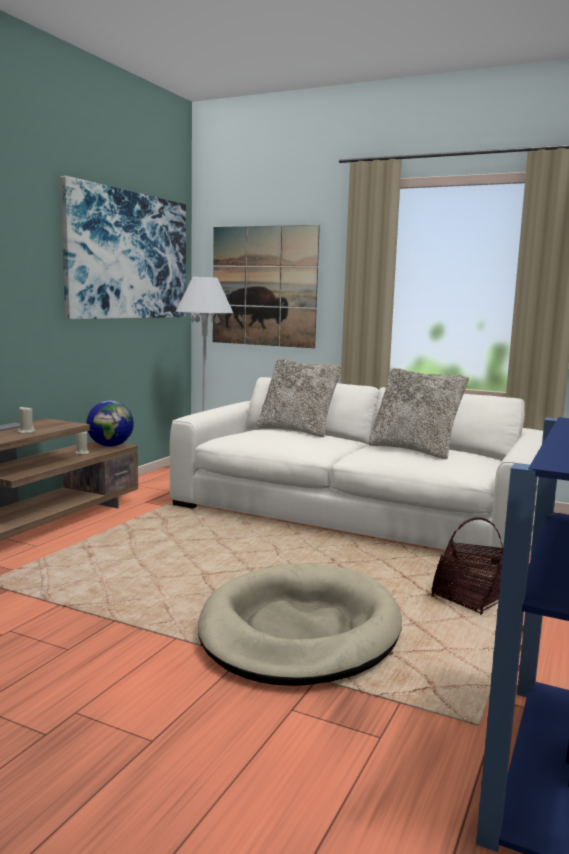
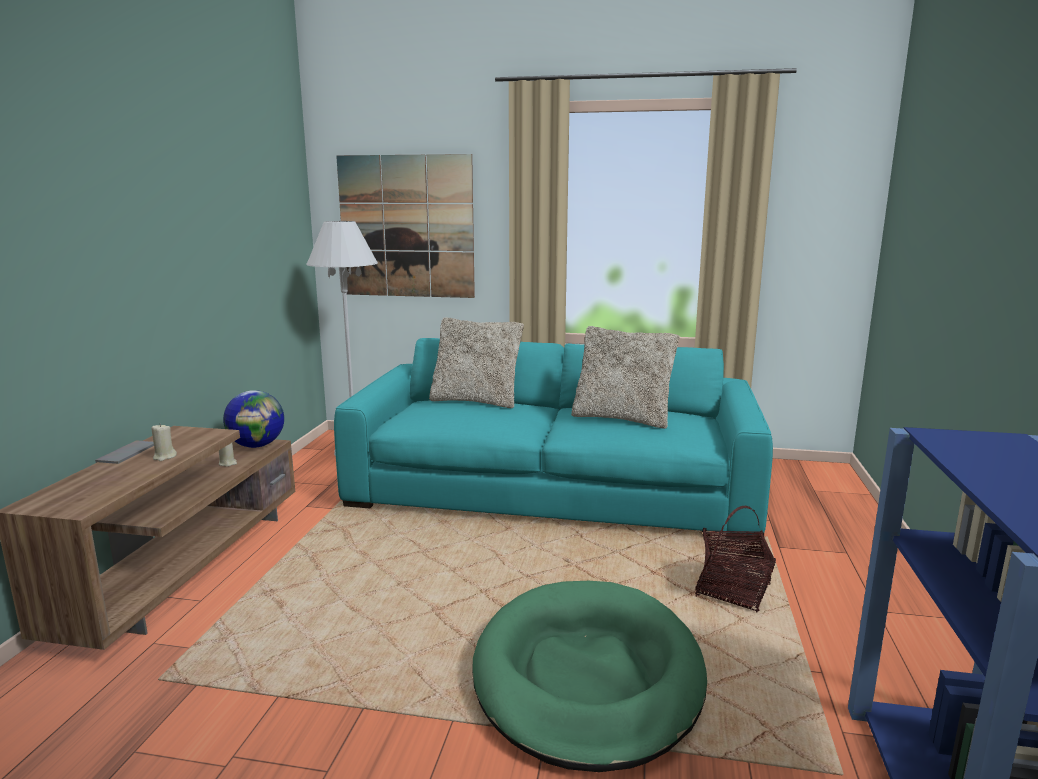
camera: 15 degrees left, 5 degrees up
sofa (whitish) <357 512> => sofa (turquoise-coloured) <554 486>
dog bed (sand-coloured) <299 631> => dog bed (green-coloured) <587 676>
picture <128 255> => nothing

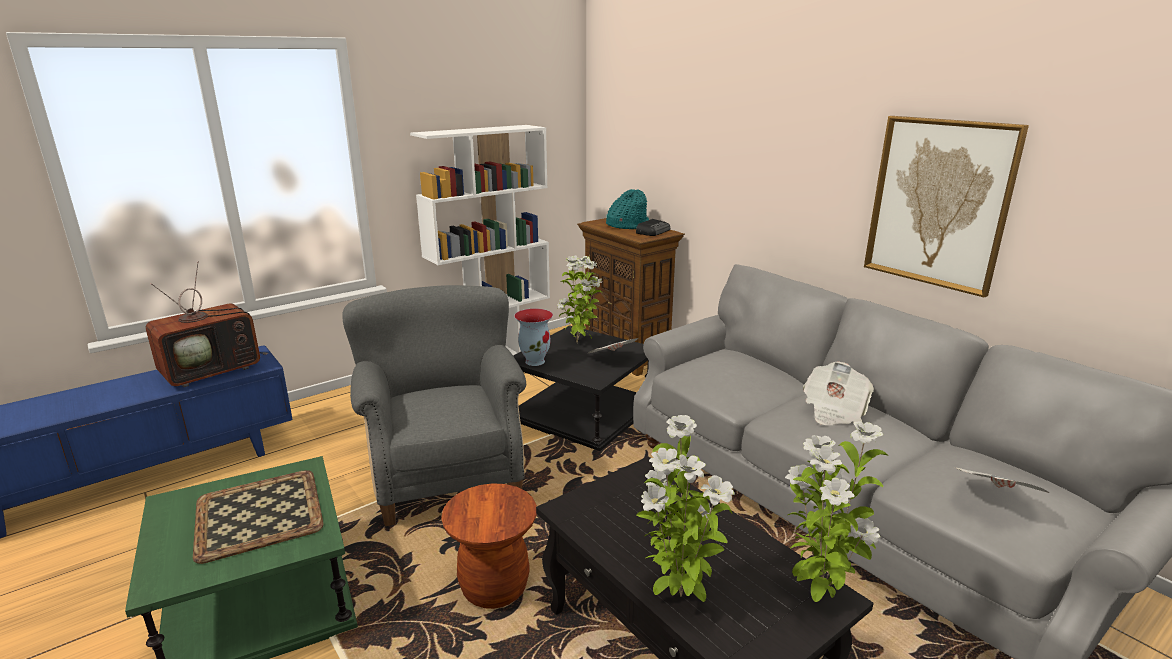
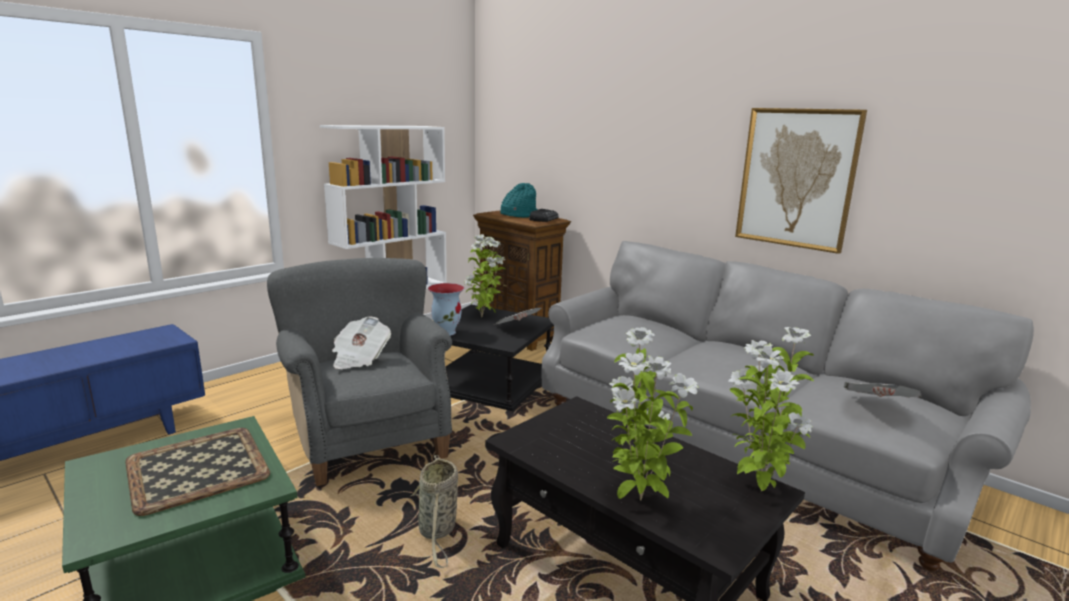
camera: 10 degrees left, 5 degrees down
printed paper <833 411> => printed paper <359 358>, move
stool (brown-coloured) <494 588> => storage basket <437 531>
TV set <213 370> => nothing

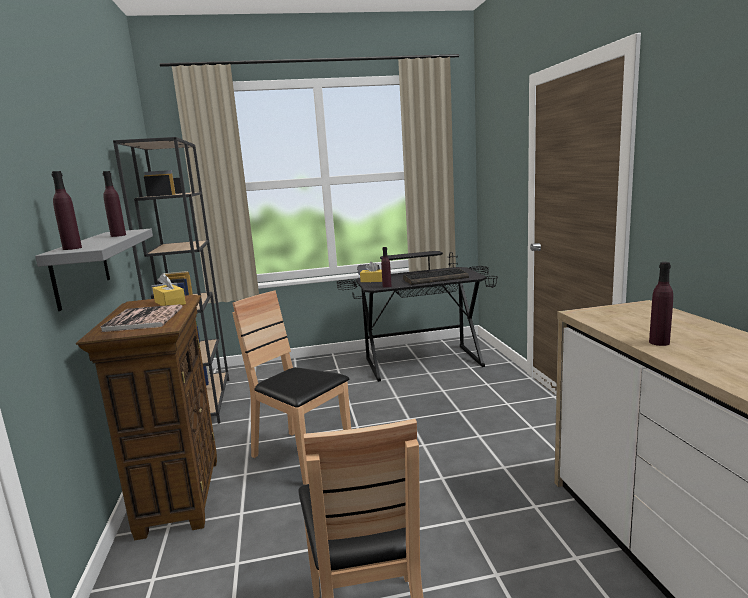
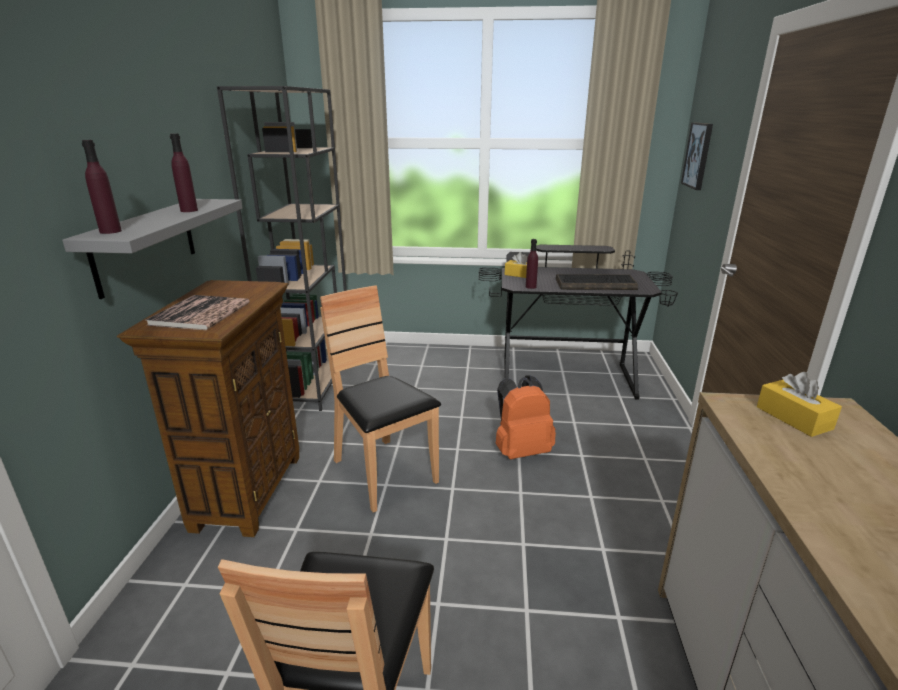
camera: 15 degrees right, 10 degrees up
nothing => rucksack (orange) <521 450>
nothing => picture <698 155>
tissue holder (yellowish) <170 303> => tissue holder (yellowish) <793 418>, move
bottle (purplish) <659 342> => nothing

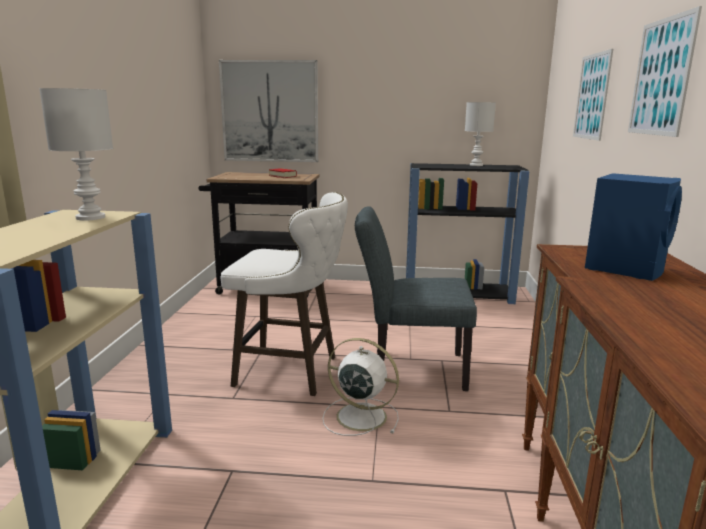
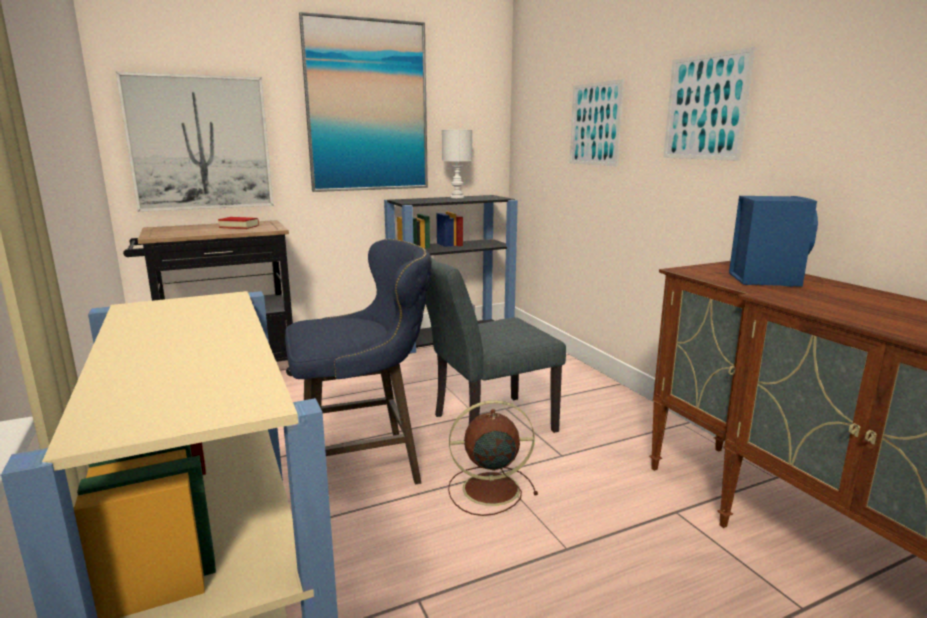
camera: 30 degrees left, 0 degrees up
stool (whitish) <291 371> => stool (blue-coloured) <366 464>
nothing => picture <367 107>
electric fan (whitish) <359 416> => electric fan (brown-coloured) <488 489>
tabletop lamp (whitish) <89 217> => nothing

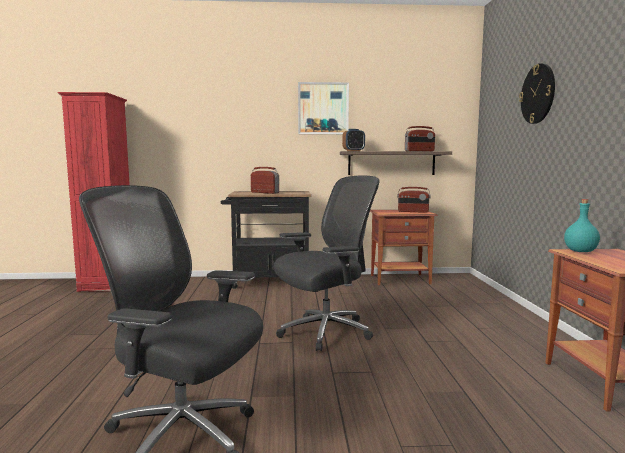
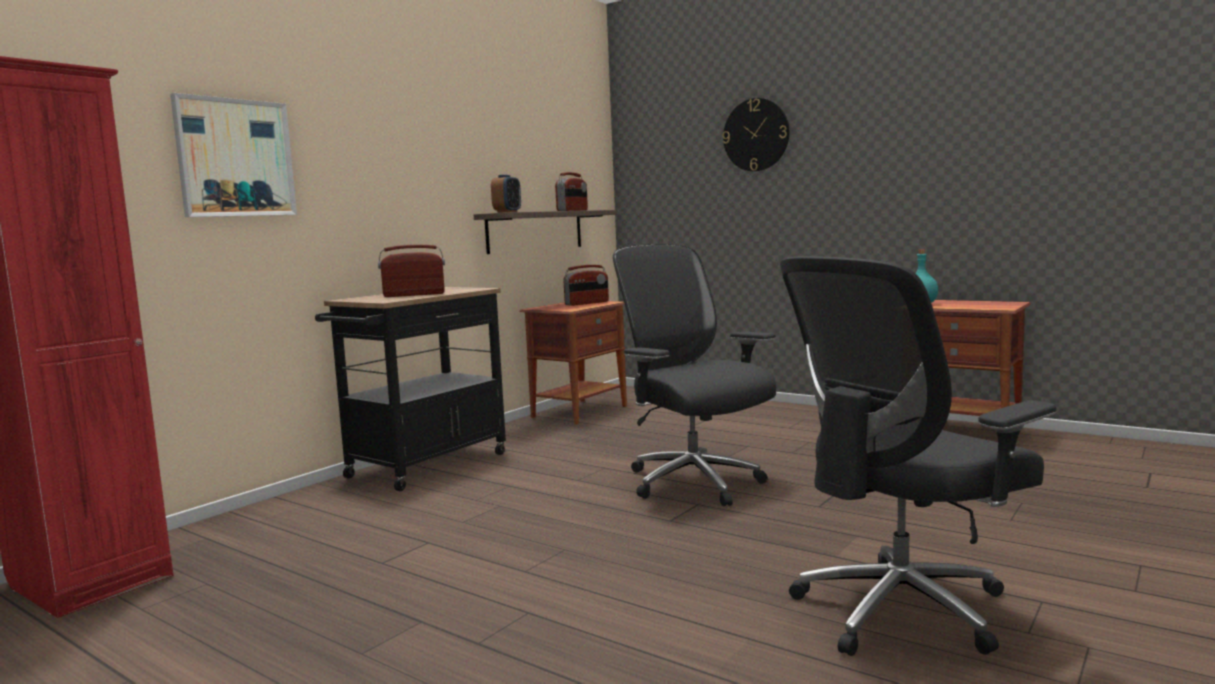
camera: 50 degrees left, 0 degrees up
picture <323 108> => picture <235 158>, move
desk chair <325 333> => desk chair <695 483>, 45 degrees counterclockwise

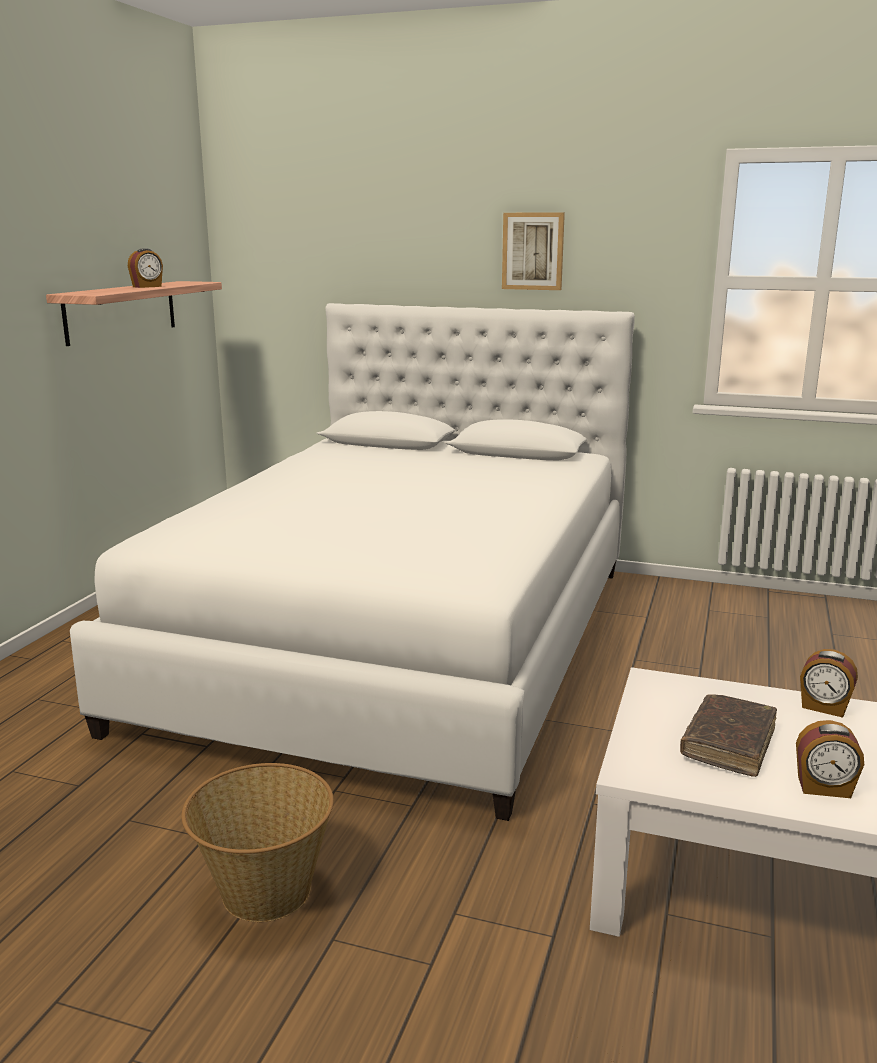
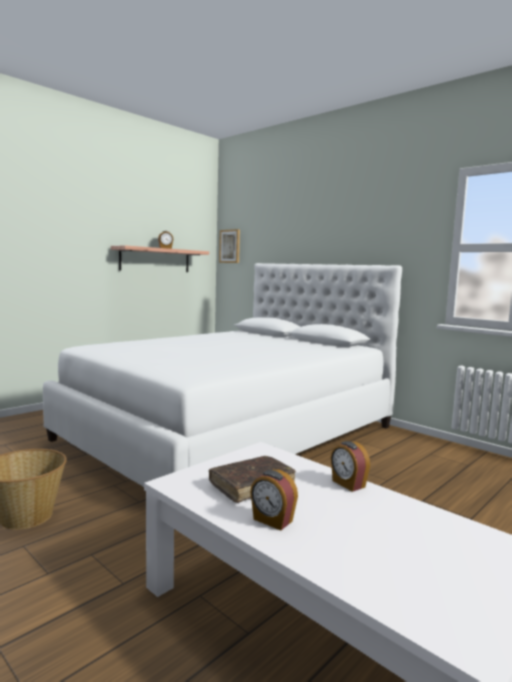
camera: 25 degrees right, 10 degrees down
picture <533 251> => picture <230 246>, move

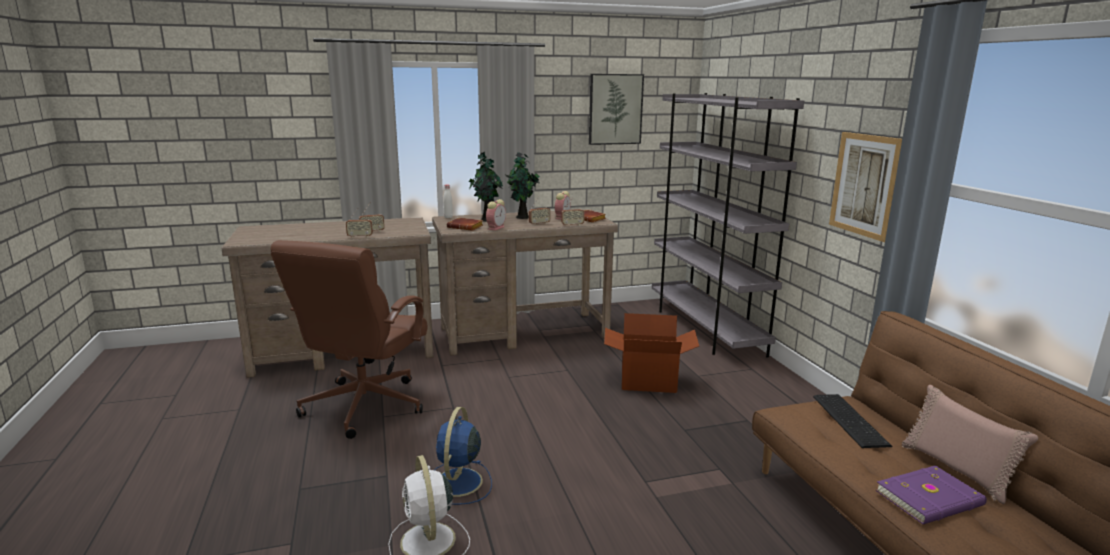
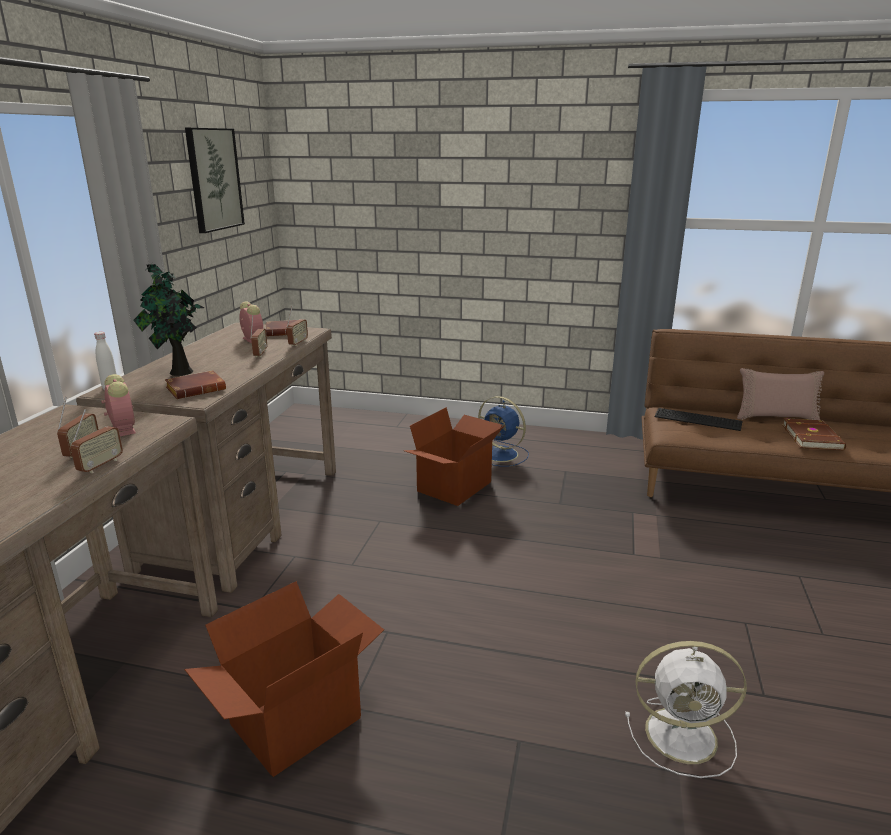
camera: 60 degrees left, 5 degrees up
table clock <496 228> => table clock <123 428>, move
desk chair (brown-coloured) <365 405> => packing box <295 719>
electric fan (blue-coloured) <458 483> => electric fan (blue-coloured) <501 455>, move
bound book (purplish) <931 499> => bound book (brown-coloured) <813 437>
potted plant <523 217> => nothing
bookcase (gray) <705 329> => nothing
picture <865 185> => nothing

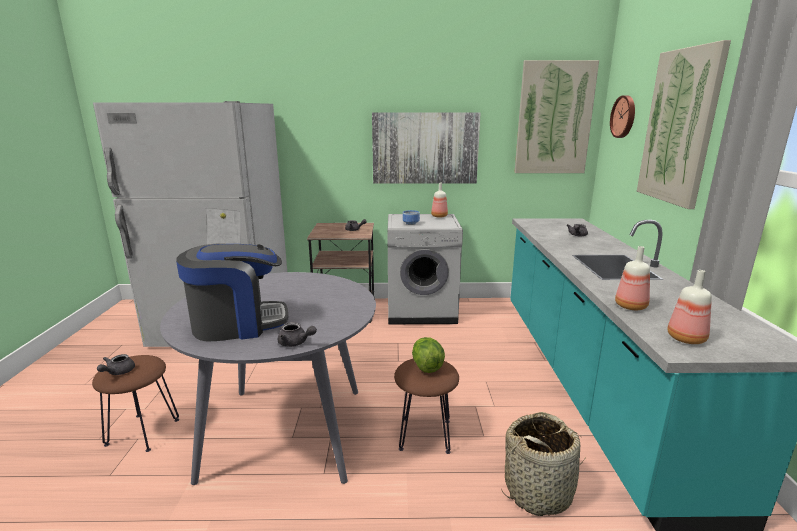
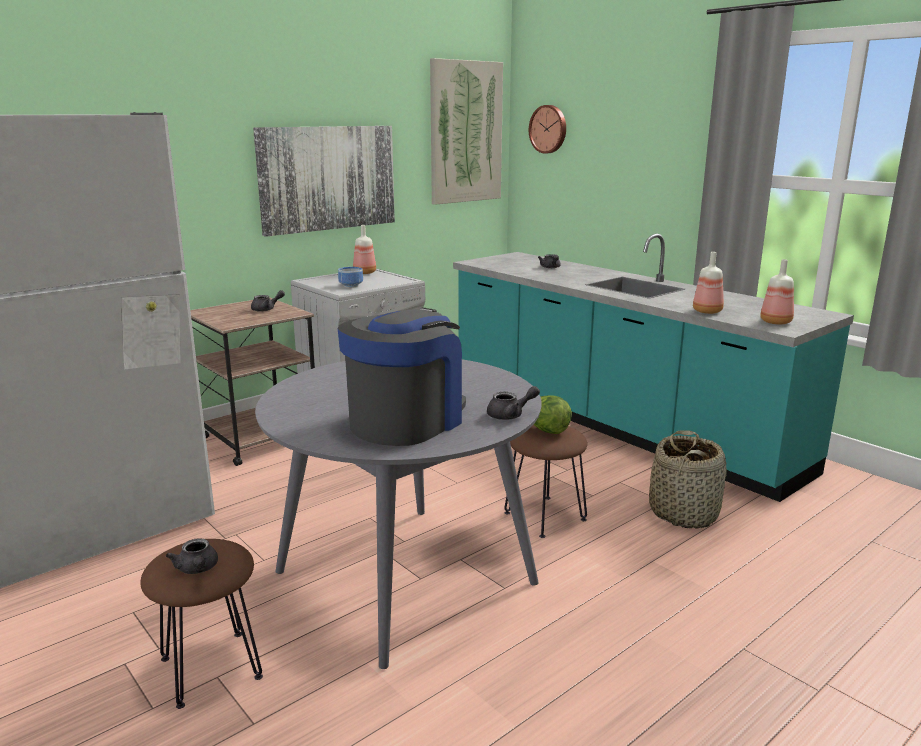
camera: 40 degrees left, 0 degrees up
picture <679 127> => nothing

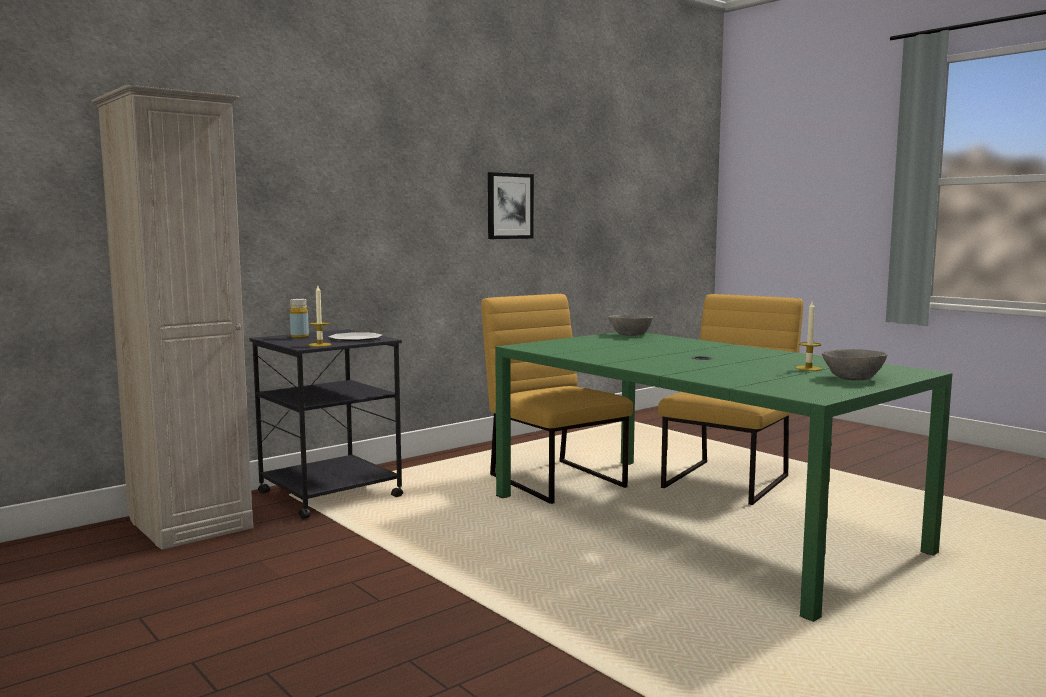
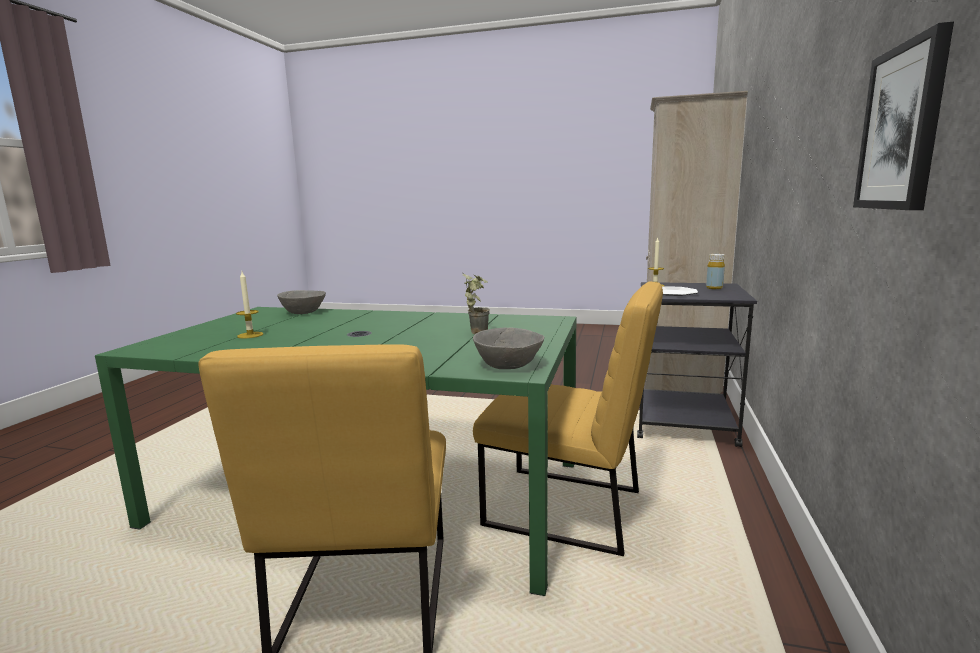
camera: 145 degrees right, 5 degrees up
bowl (gray) <852 378> => bowl (gray) <303 312>, move
nothing => potted plant <477 331>

